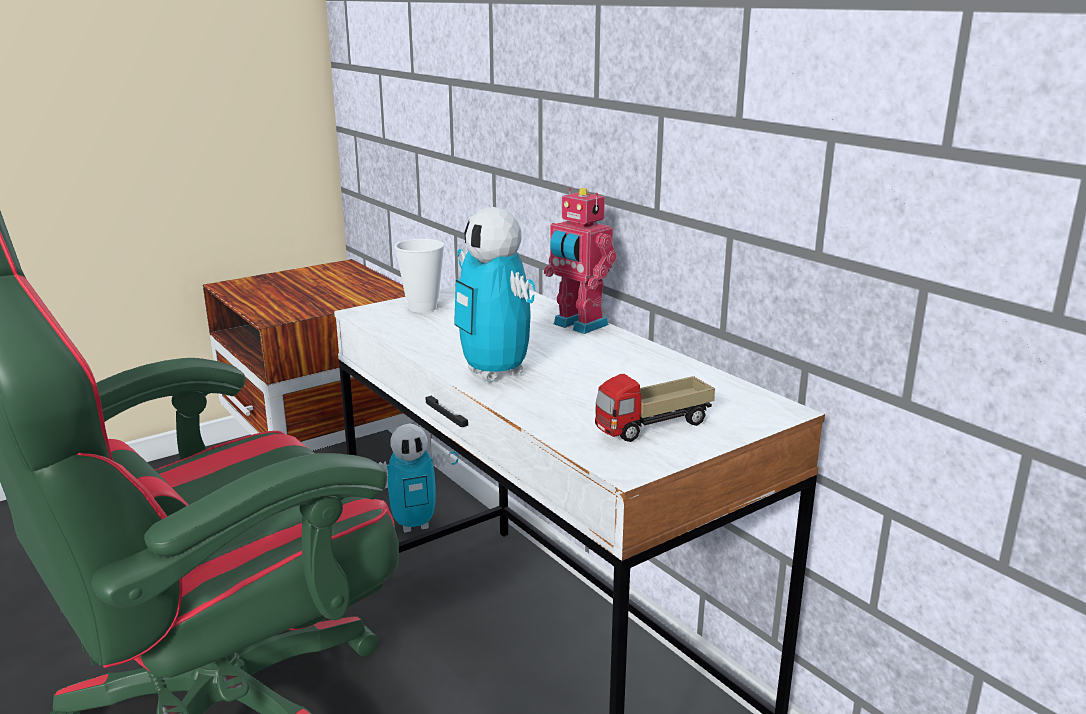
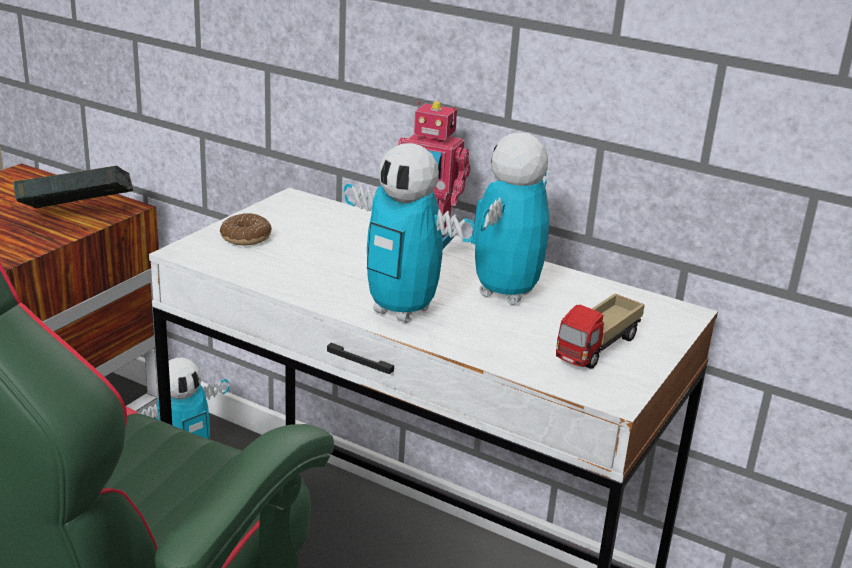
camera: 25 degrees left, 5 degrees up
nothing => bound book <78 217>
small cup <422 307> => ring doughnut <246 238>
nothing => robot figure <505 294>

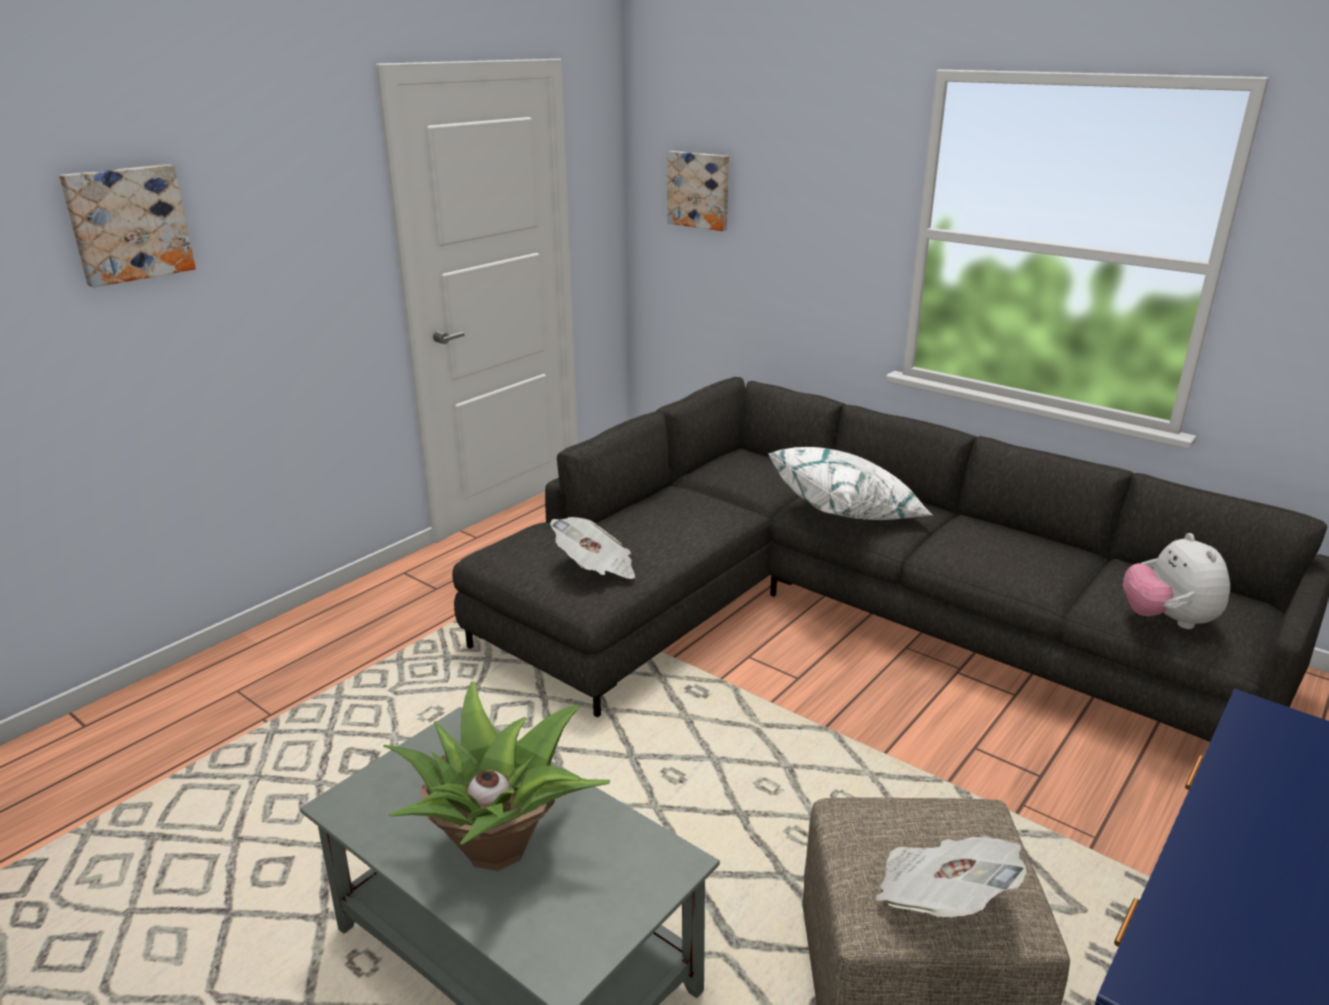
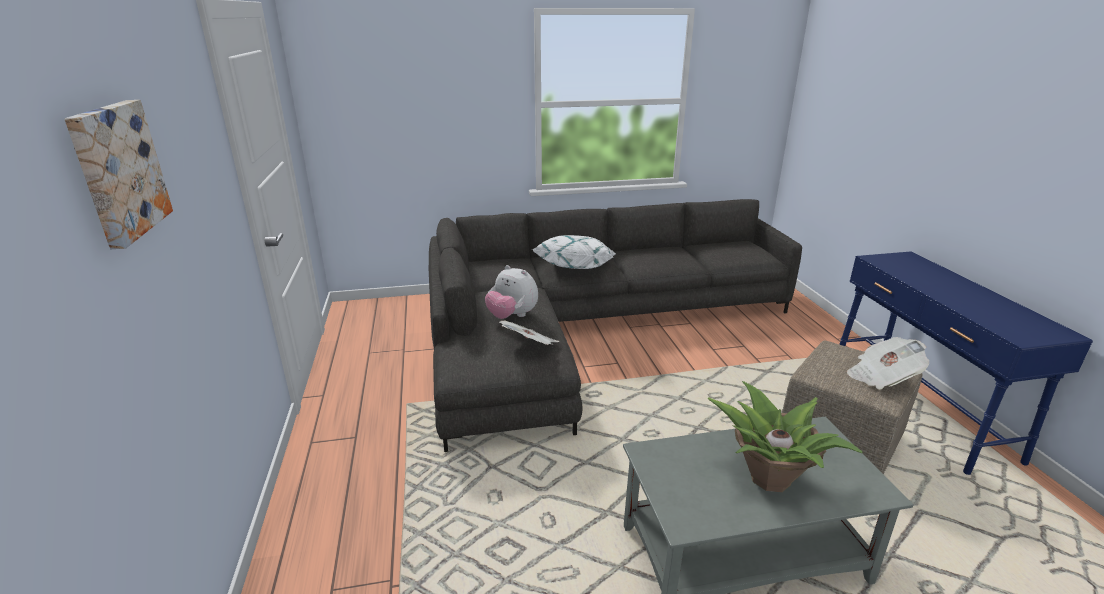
camera: 50 degrees left, 0 degrees up
plush toy <1167 620> => plush toy <512 316>, move
picture <699 190> => nothing

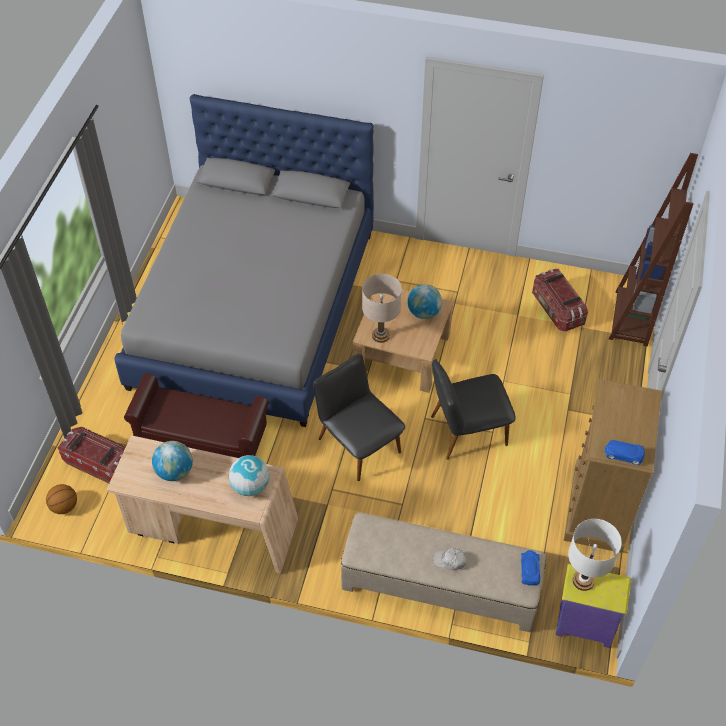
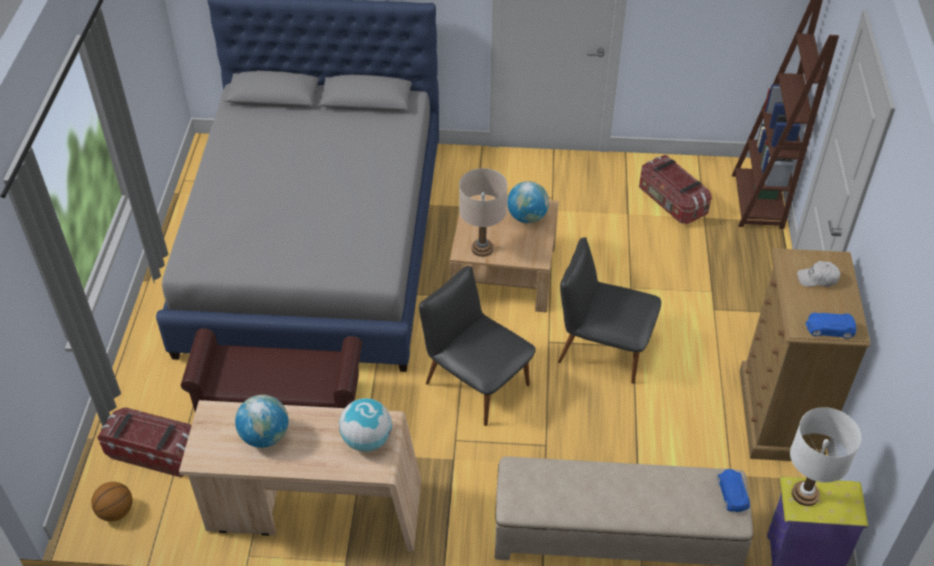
camera: 10 degrees left, 5 degrees down
chair (black) <468 430> => chair (black) <604 348>, 45 degrees clockwise
baseball cap (whitish) <449 561> => baseball cap (whitish) <817 279>, move

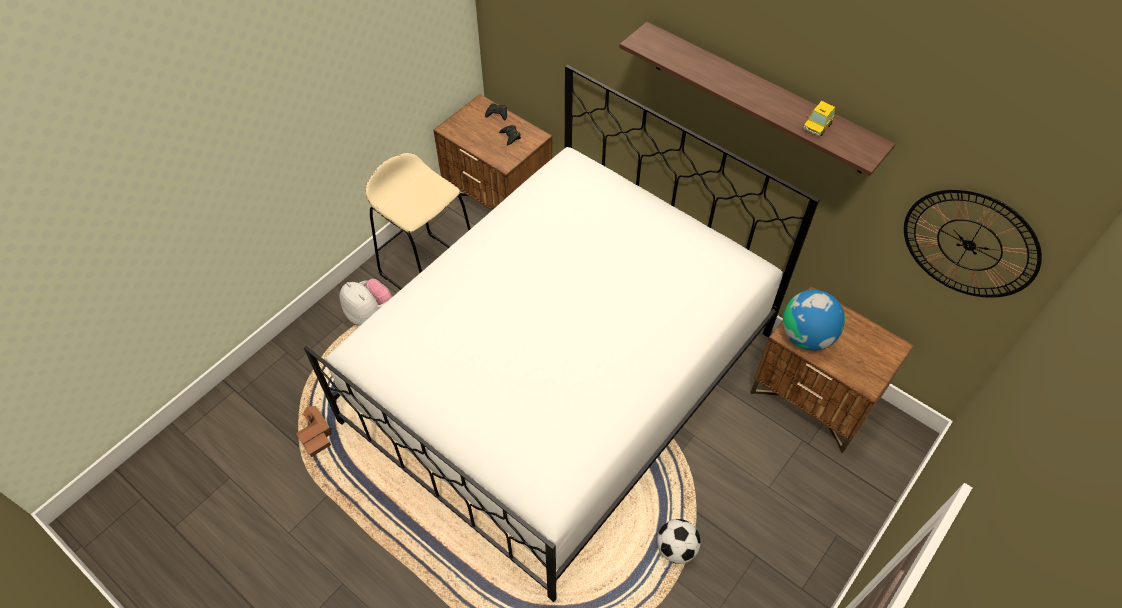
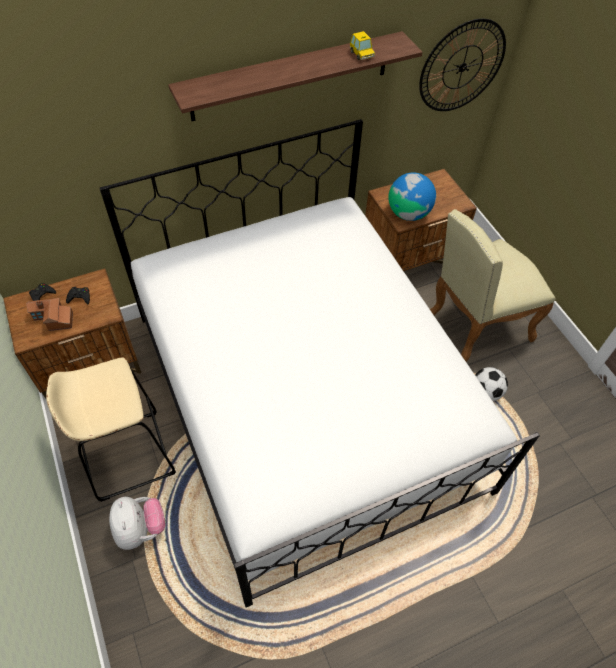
camera: 65 degrees left, 0 degrees up
miniature house <315 435> => miniature house <53 319>, move
plush toy <369 313> => plush toy <140 529>, 90 degrees clockwise
nothing => chair (sand-coloured) <474 325>

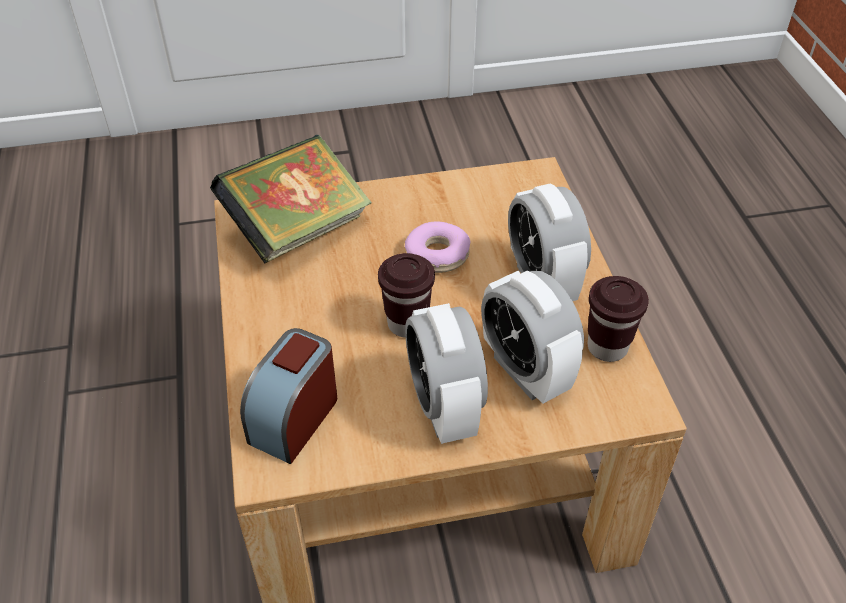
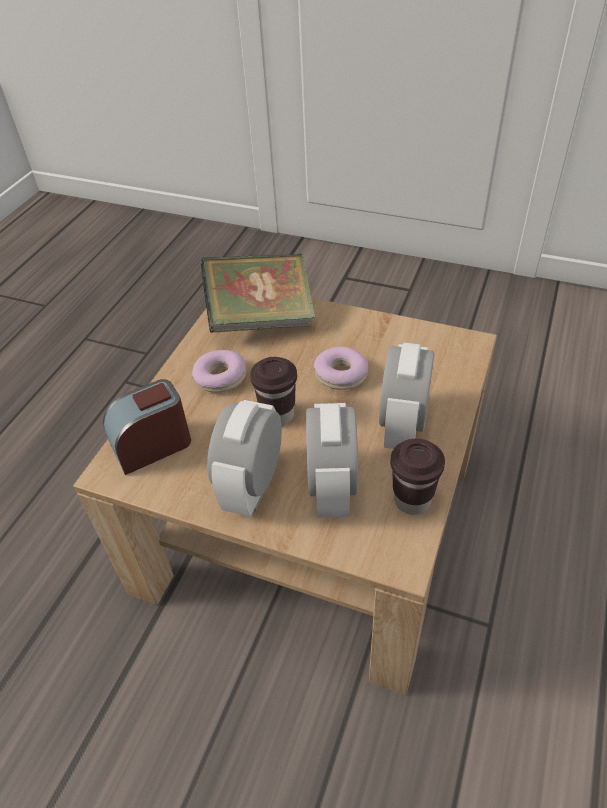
camera: 35 degrees right, 0 degrees up
nothing => ring doughnut <220 377>

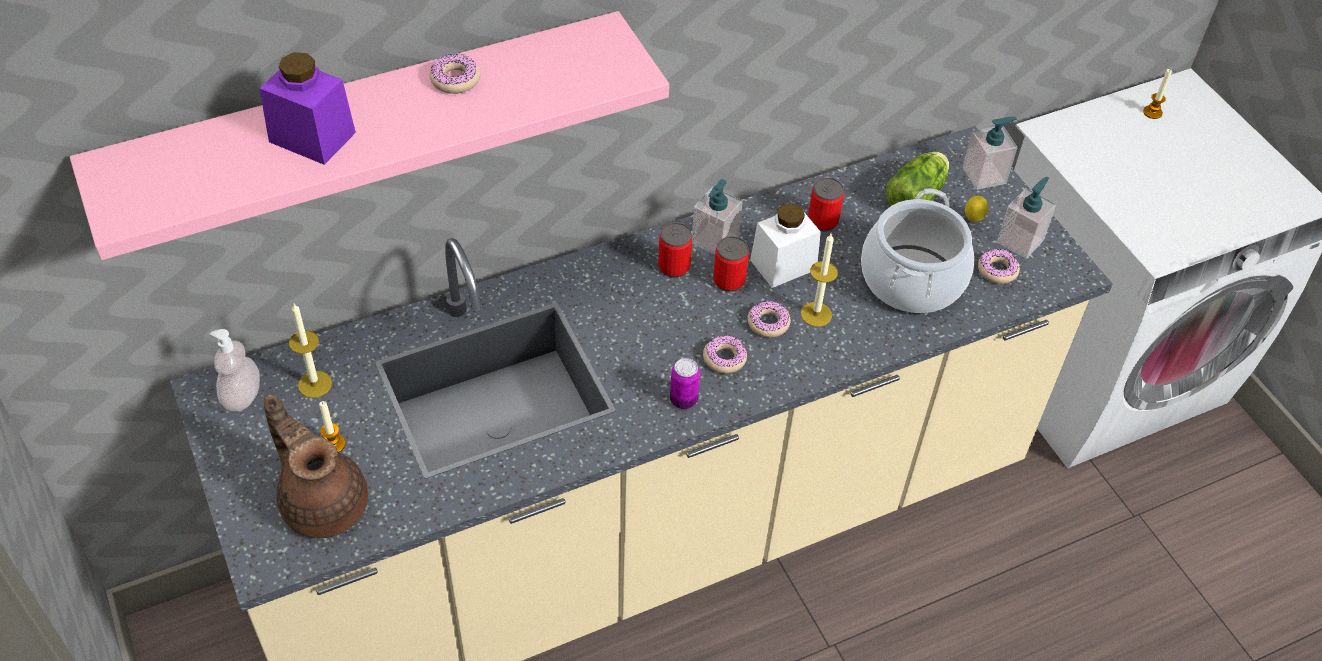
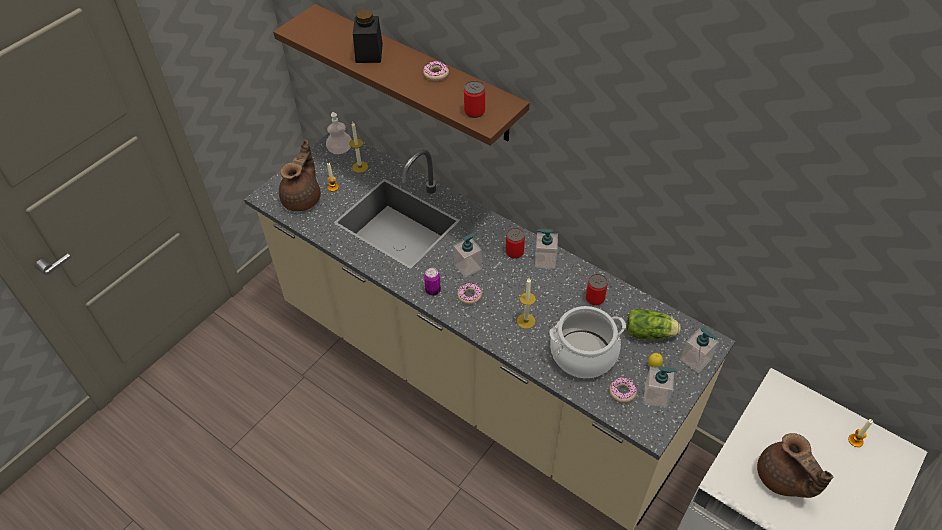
camera: 65 degrees right, 0 degrees up
shelf (pink) <367 123> => shelf (brown-coloured) <417 73>
preserve jar (purplish) <312 137> => preserve jar (black) <369 53>
nothing => soap bottle <468 266>
metal can <729 280> => metal can <474 112>, move
nothing => teapot (brown-coloured) <782 478>
ring doughnut <768 323> => nothing
preserve jar (whitish) <783 264> => nothing

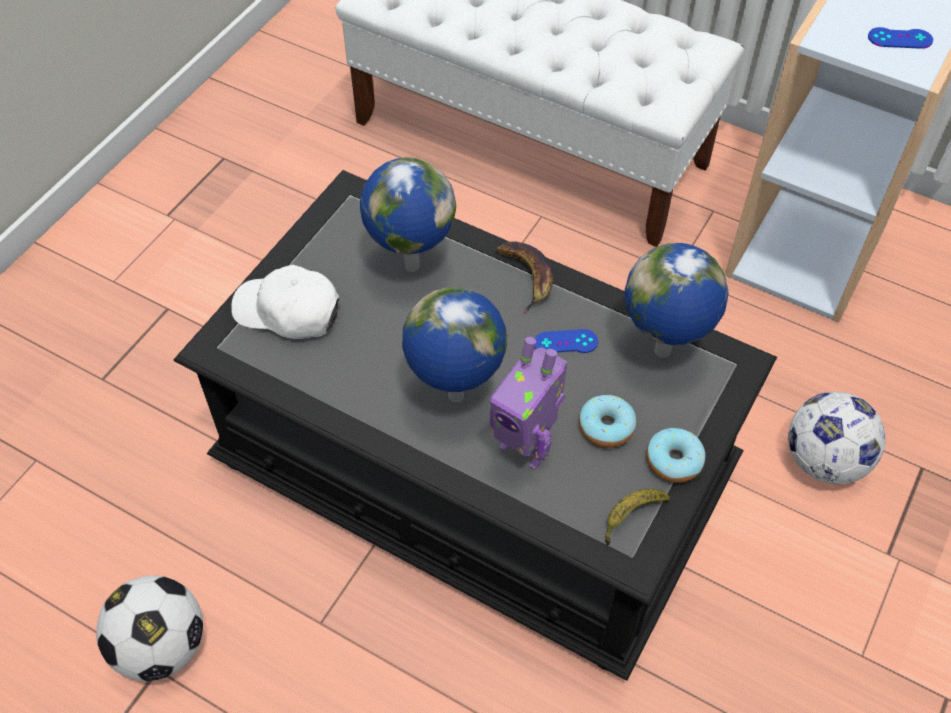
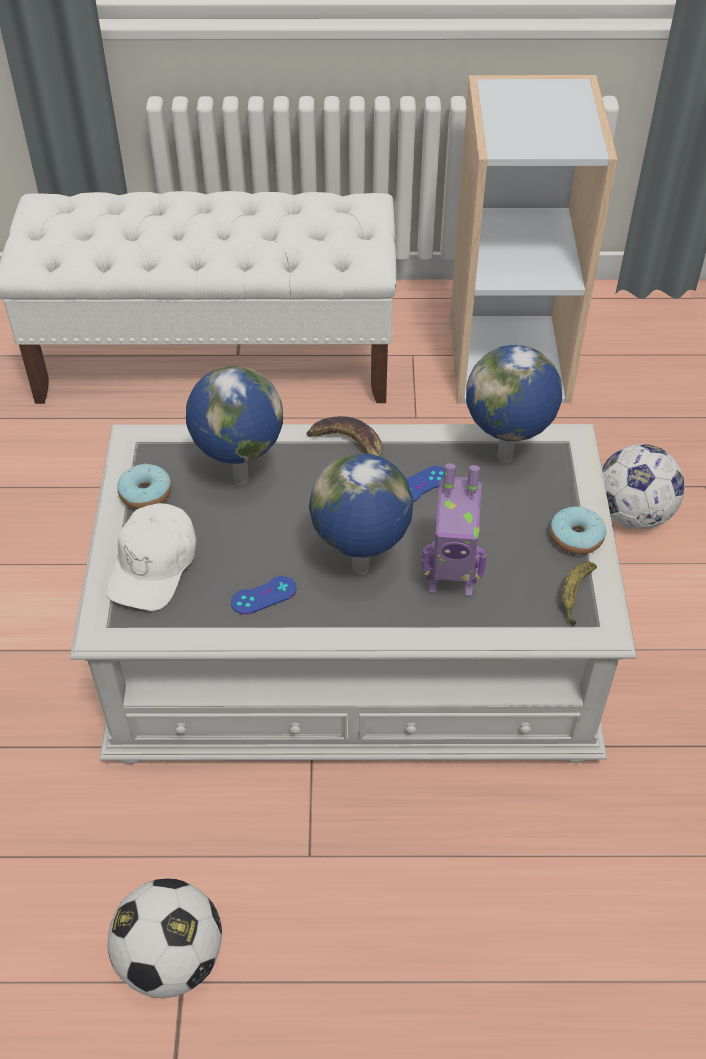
camera: 30 degrees left, 5 degrees down
lounge table (black) <477 462> => lounge table (whitish) <355 648>
baseball cap (whitish) <288 312> => baseball cap (whitish) <154 566>, 60 degrees counterclockwise
ring doughnut <606 427> => ring doughnut <145 494>, move
joypad (blue-coloured) <900 38> => joypad (blue-coloured) <263 595>, move

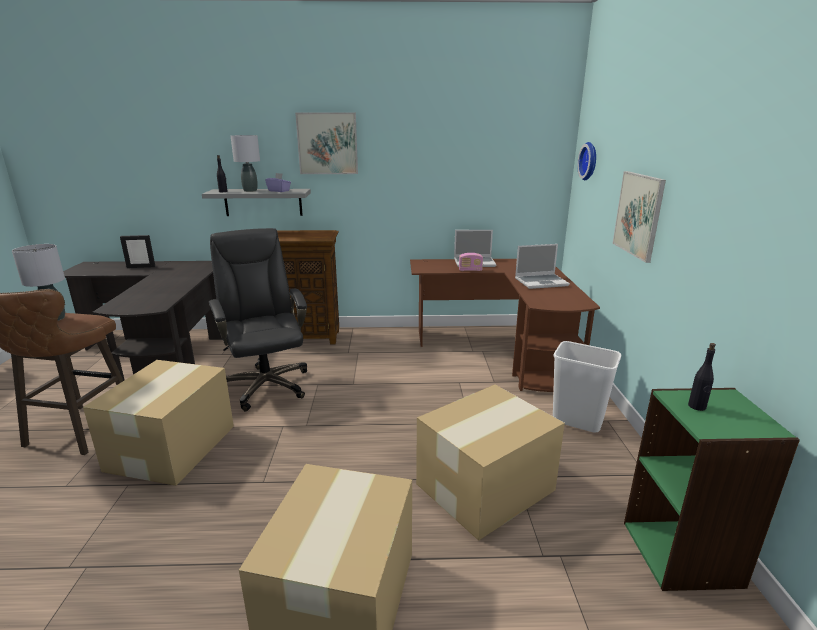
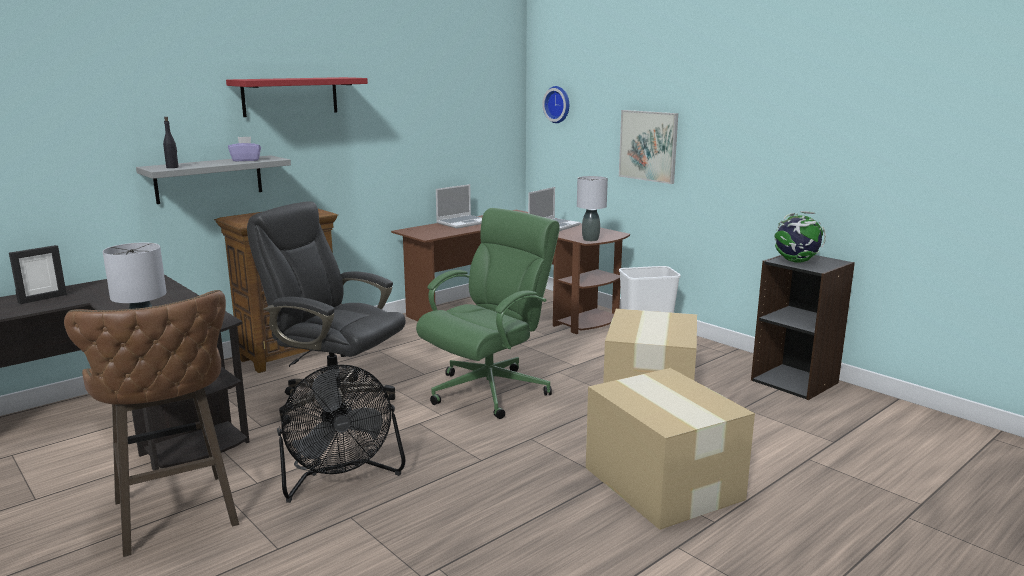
camera: 40 degrees left, 5 degrees down
picture <327 143> => shelf (red) <290 96>
packing box <173 446> => electric fan (black) <335 477>
nothing => desk chair (green-coloured) <488 391>
tabletop lamp (gray) <250 190> => tabletop lamp (gray) <590 239>, move
bookcase (green-coloured) <682 553> => bookcase (black) <795 381>
bottle (black) <697 406> => desk globe <796 262>
radio set <470 270> => nothing

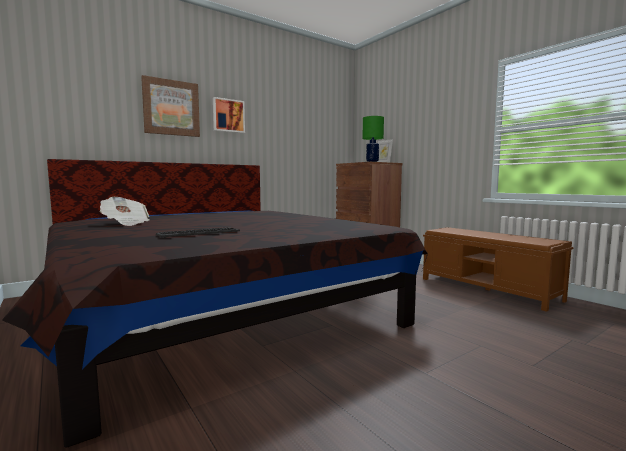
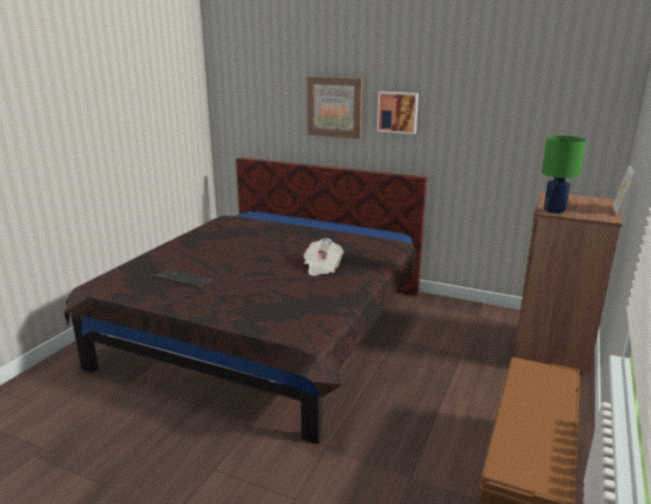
camera: 60 degrees right, 15 degrees up
printed paper <126 223> => printed paper <322 267>, move

